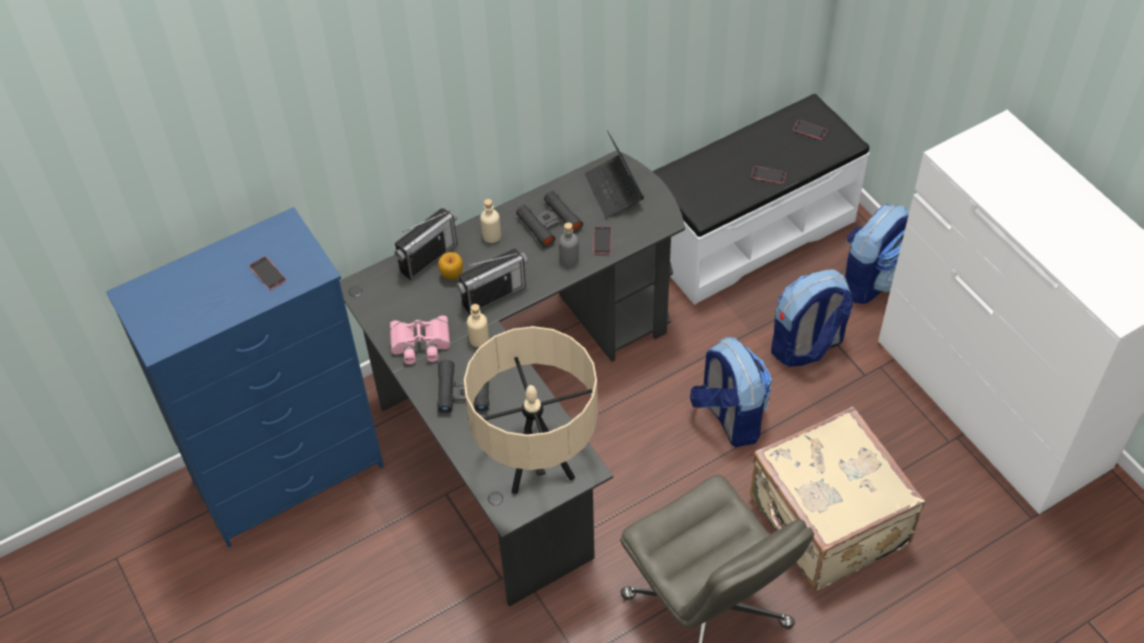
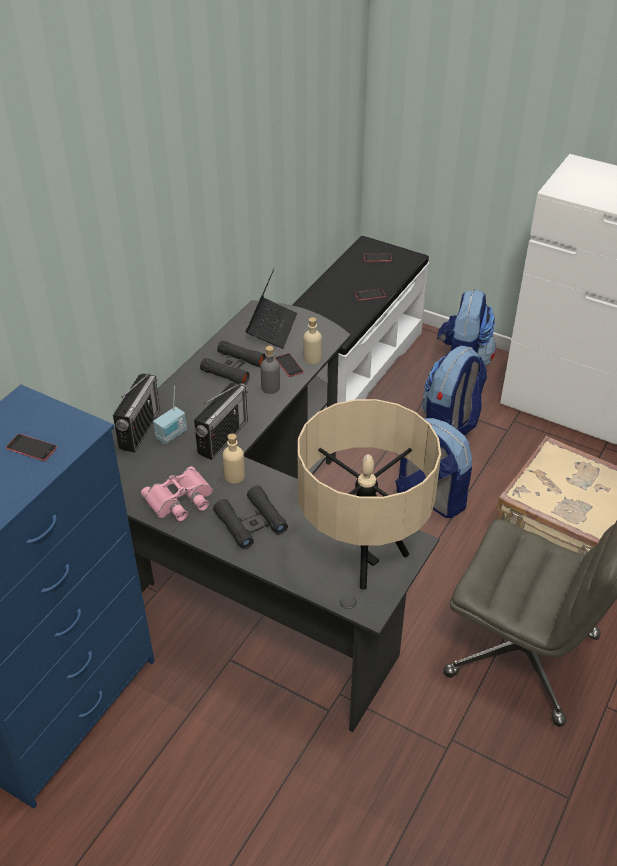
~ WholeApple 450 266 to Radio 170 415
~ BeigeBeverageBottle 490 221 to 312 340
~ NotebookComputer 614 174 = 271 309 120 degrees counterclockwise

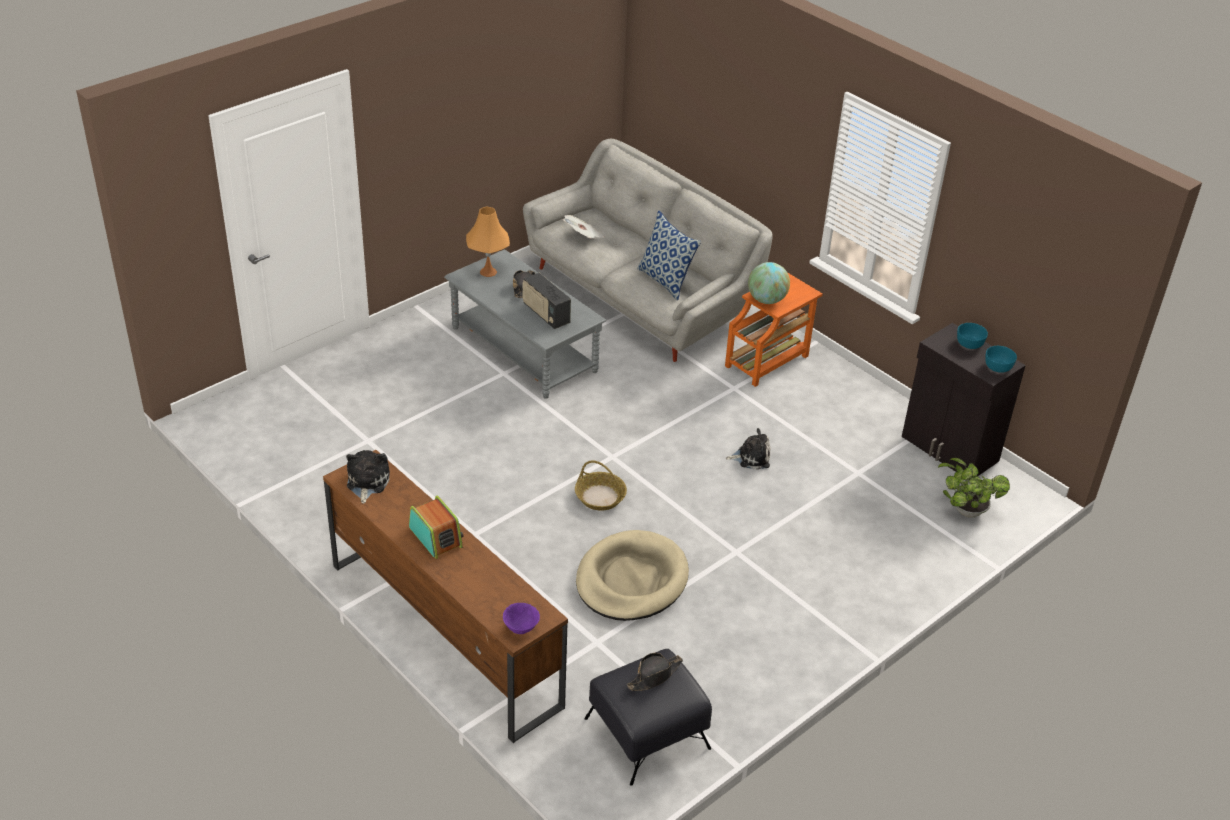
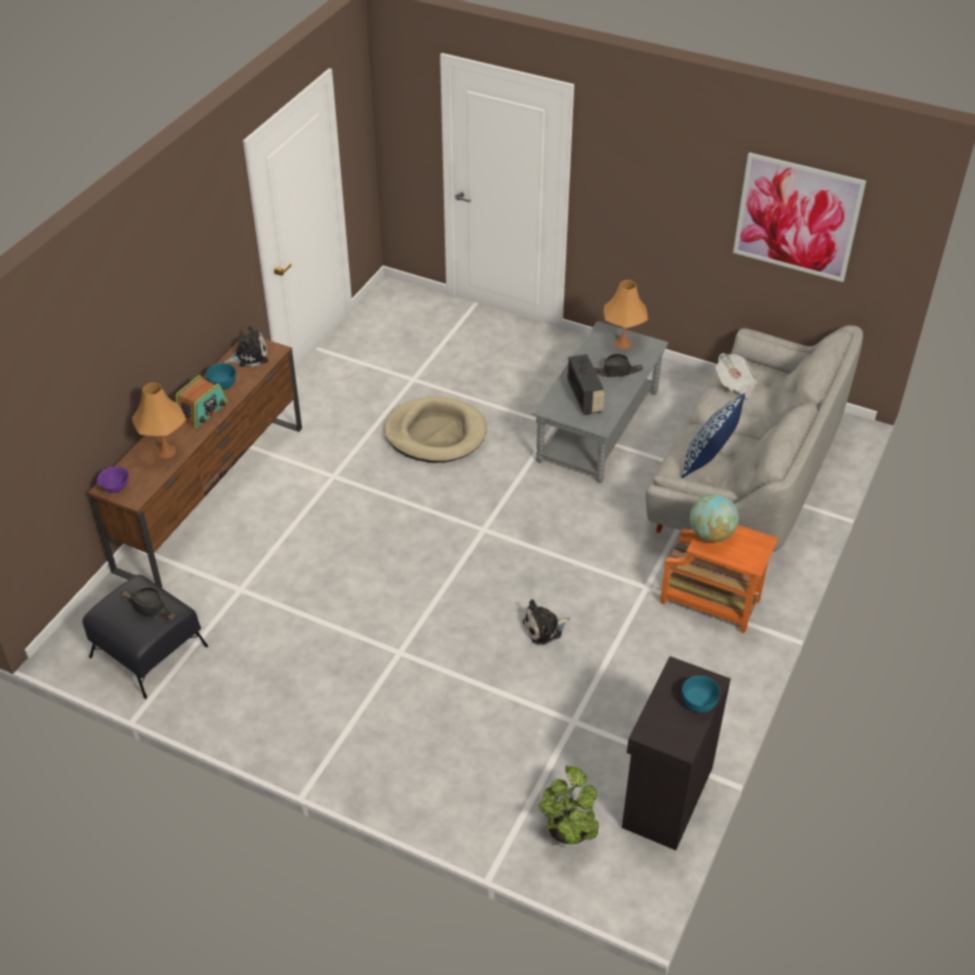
~ Radio 546 301 = 586 384 135 degrees clockwise
- Basket 601 485
~ BeigeDogCushion 632 575 to 435 429
~ PlushToy 747 449 = 546 622 90 degrees clockwise
~ TurquoiseDeepDish 1001 359 to 221 376
+ OrangeTabletopLamp 159 420
+ WallPicture 799 217

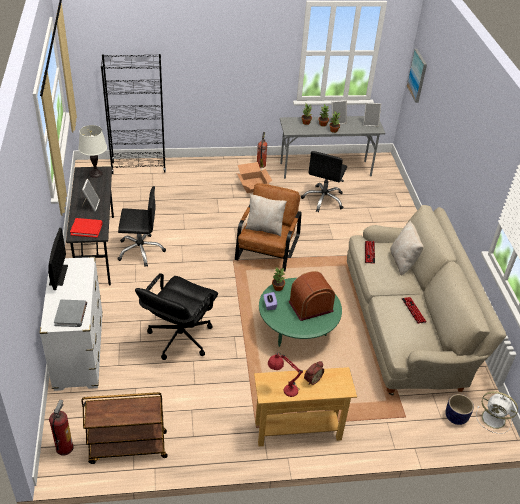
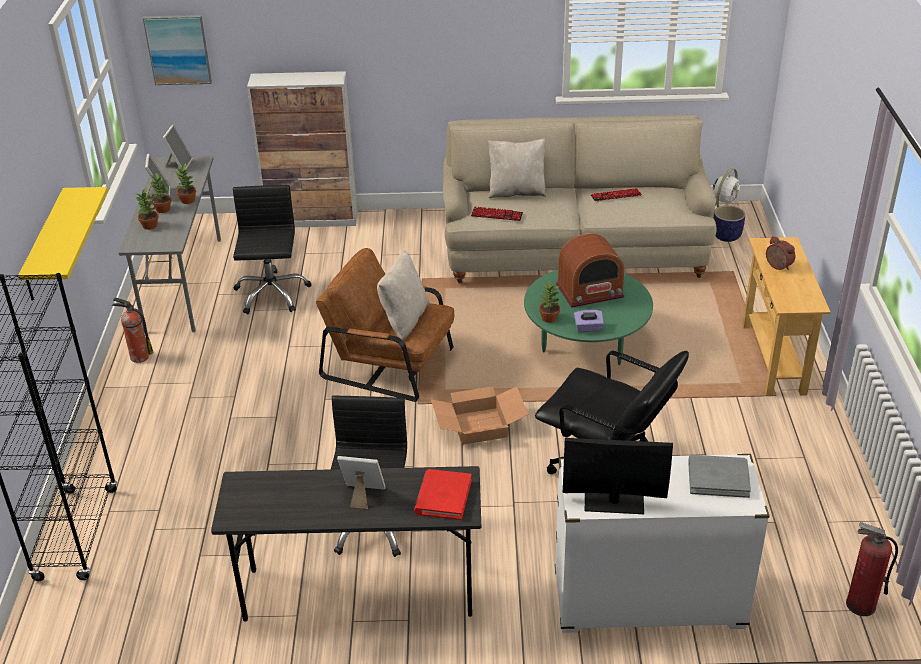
- WhiteColouredTabletopLamp 92 151
- BrownishWheeledCart 125 428
~ PackingBox 254 177 to 480 415
- ReddishTabletopLamp 285 374
~ Radio 311 296 = 590 270 90 degrees counterclockwise
~ BlackDeskChair 324 182 = 272 249 120 degrees counterclockwise
+ YellowColouredShelf 63 244
+ Cabinet 302 149

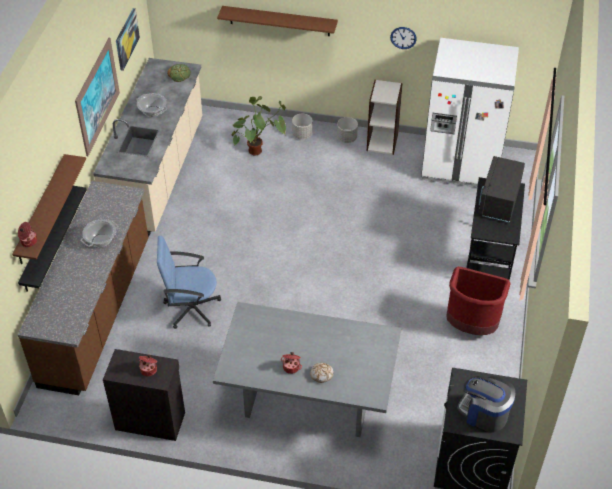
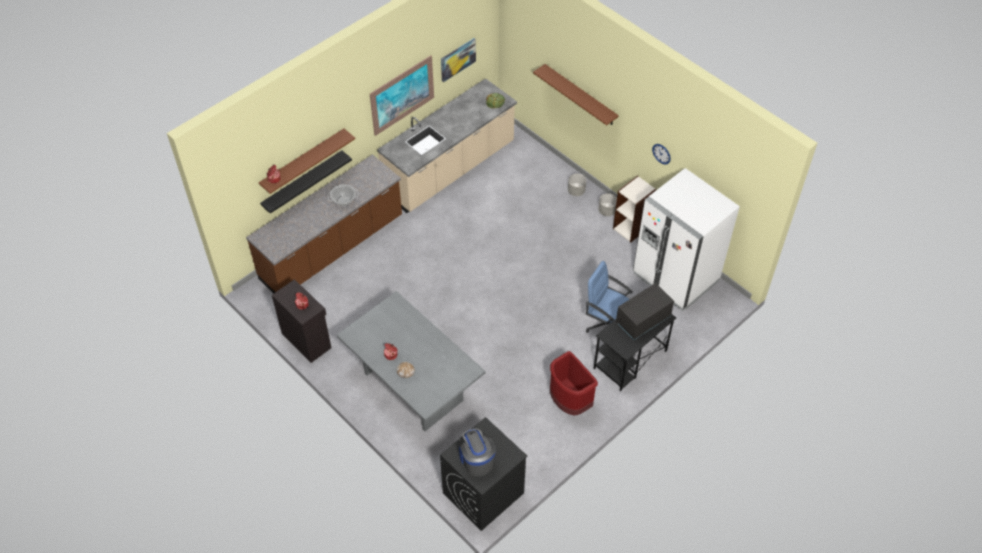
- Saucepot 151 105
~ BlueColouredDeskChair 189 282 to 609 297
- Houseplant 258 125

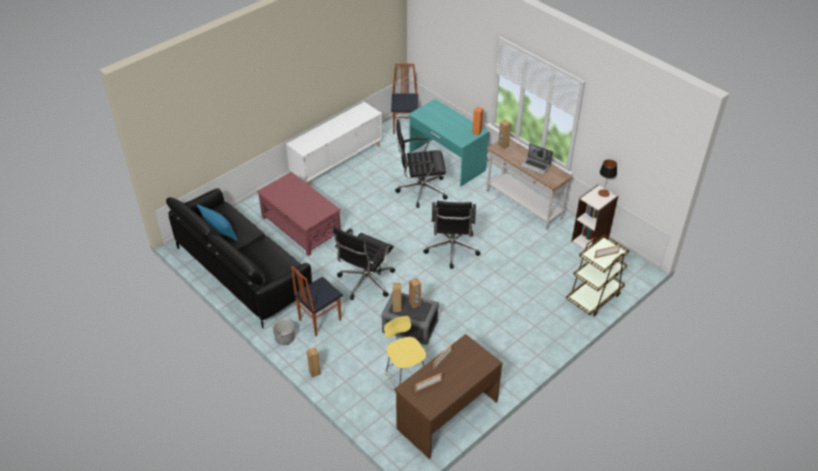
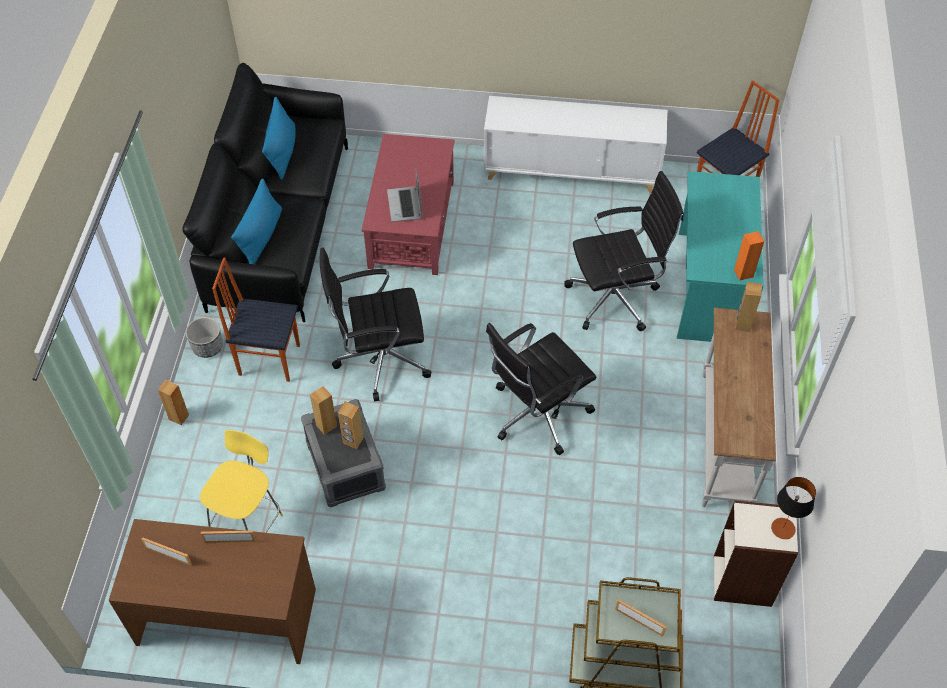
~ BlackDeskChair 421 163 = 624 251 120 degrees clockwise
~ NotebookComputer 536 159 to 404 194
+ BlueColouredThrowPillow 256 221

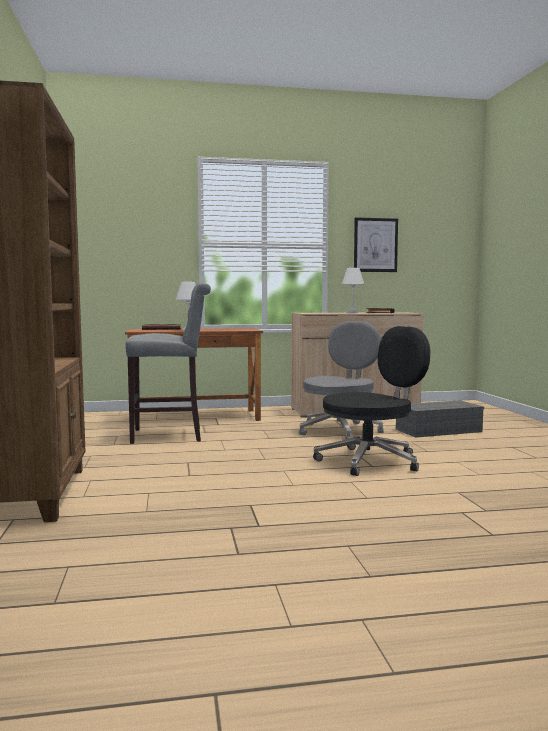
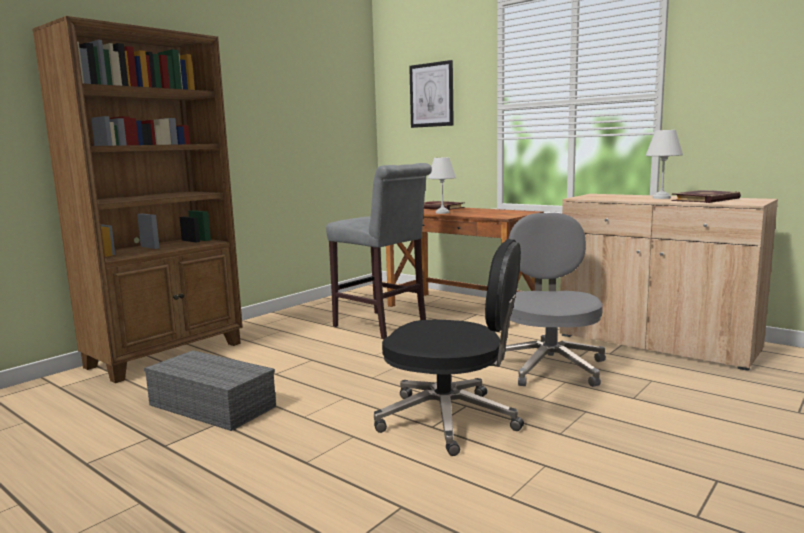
~ GreyDeskChair 341 380 = 551 300 75 degrees counterclockwise
~ WallPicture 376 244 to 431 94
~ GreyStorageBin 440 419 to 210 390

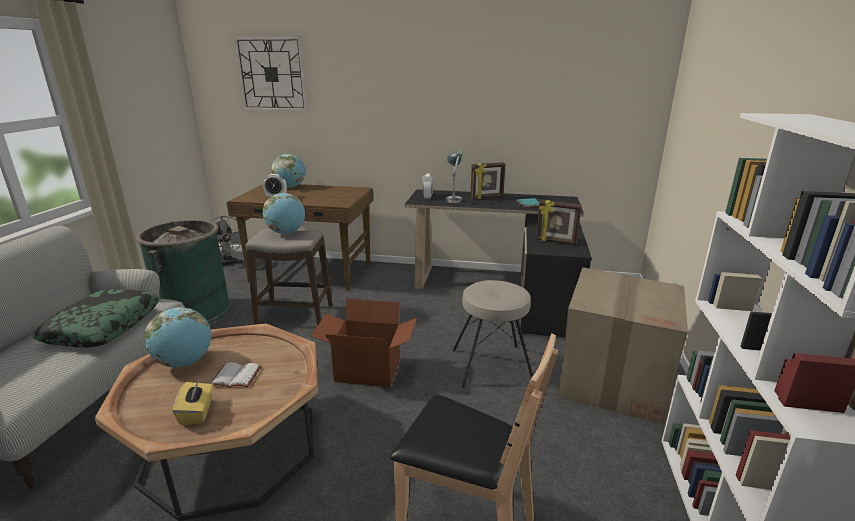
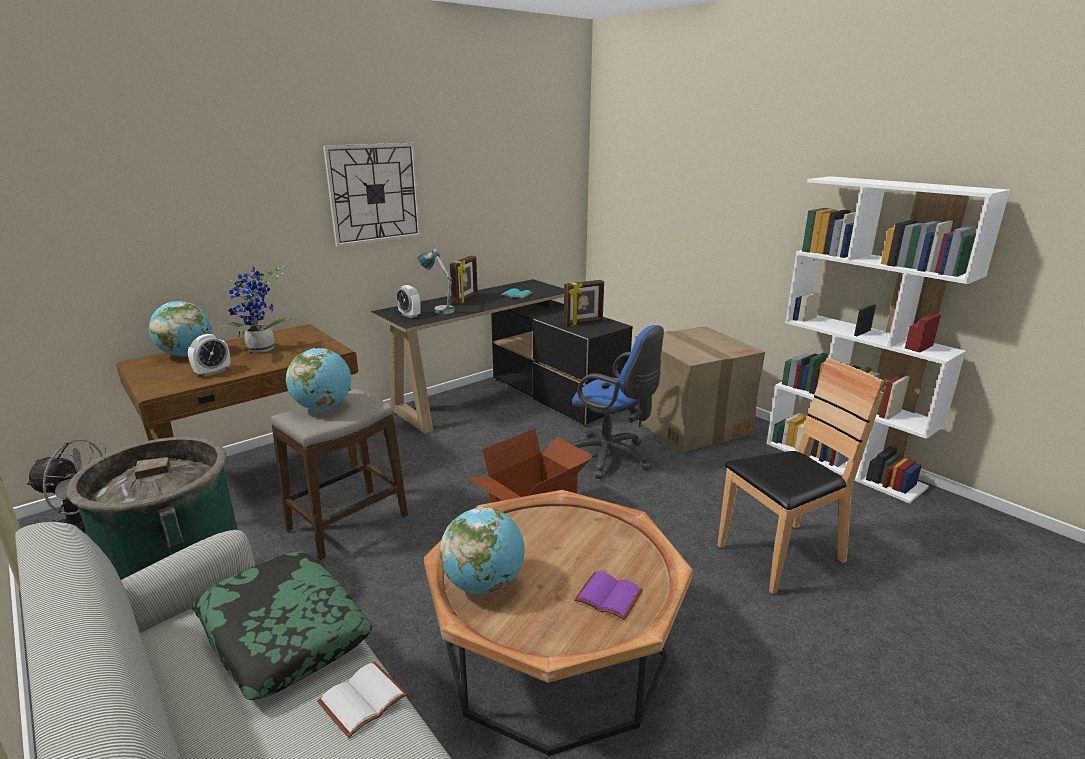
~ YellowColouredTissueBox 193 402 to PurpleVolume 608 595
~ WhiteColouredVolume 235 374 to 362 700
~ HangingClock 271 73 to 372 195
~ BeigeStool 492 334 to BlueColouredDeskChair 617 402
+ Houseplant 262 309

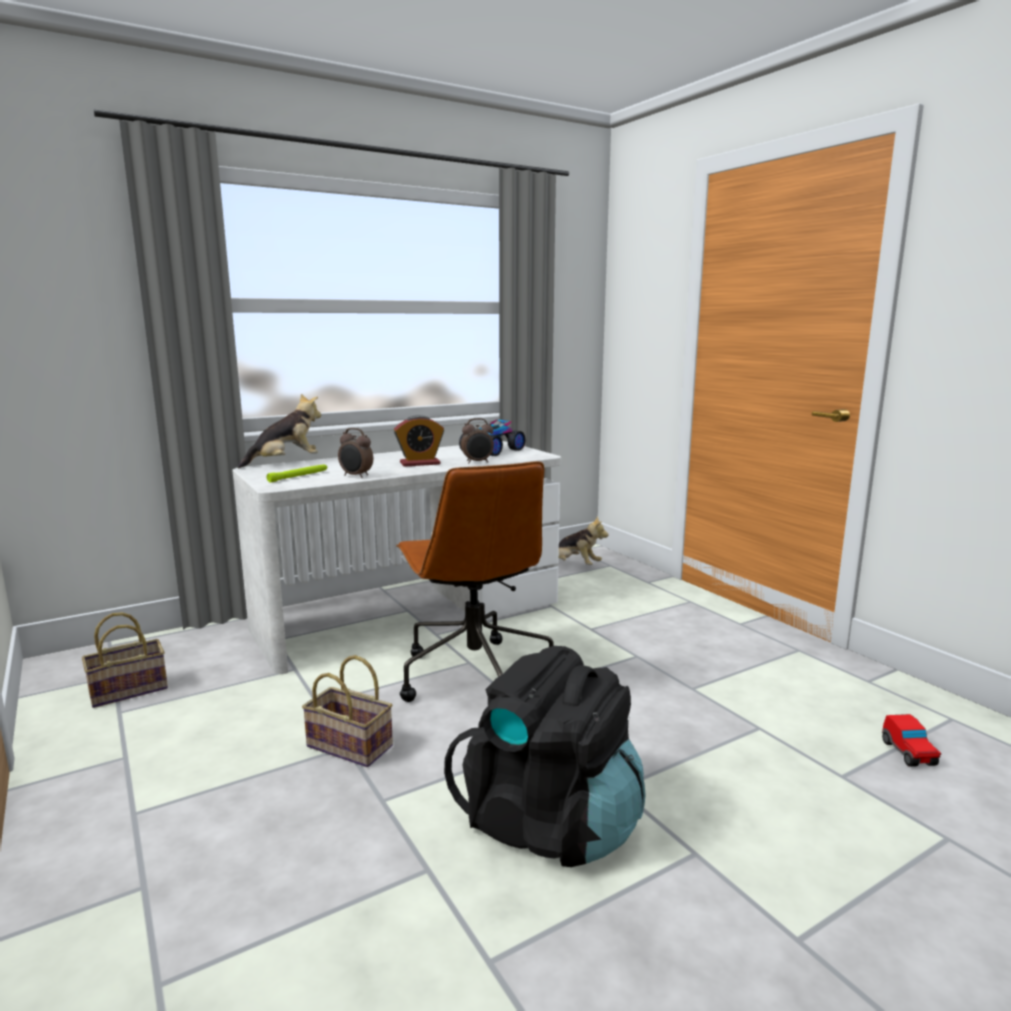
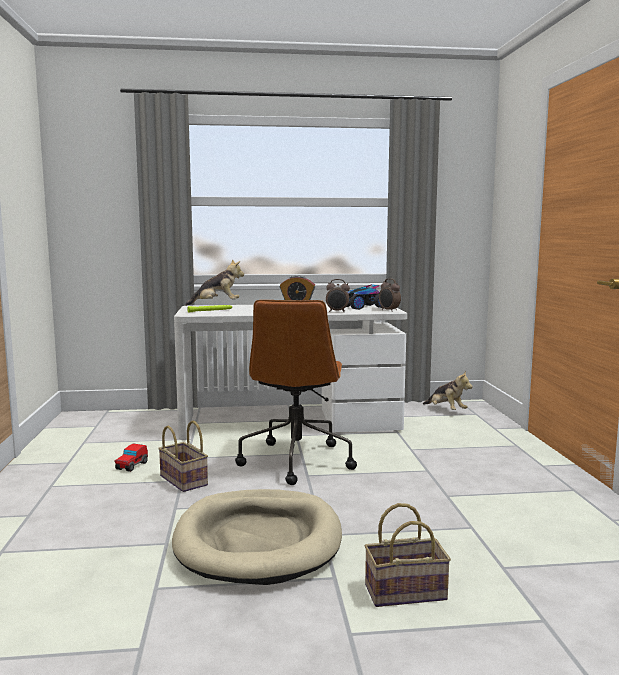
~ Basket 125 660 to 408 555
~ BedsideClock 355 453 to 390 295
~ BlackBackpack 545 756 to BeigeDogCushion 257 537
~ MiniatureCar 911 740 to 131 457

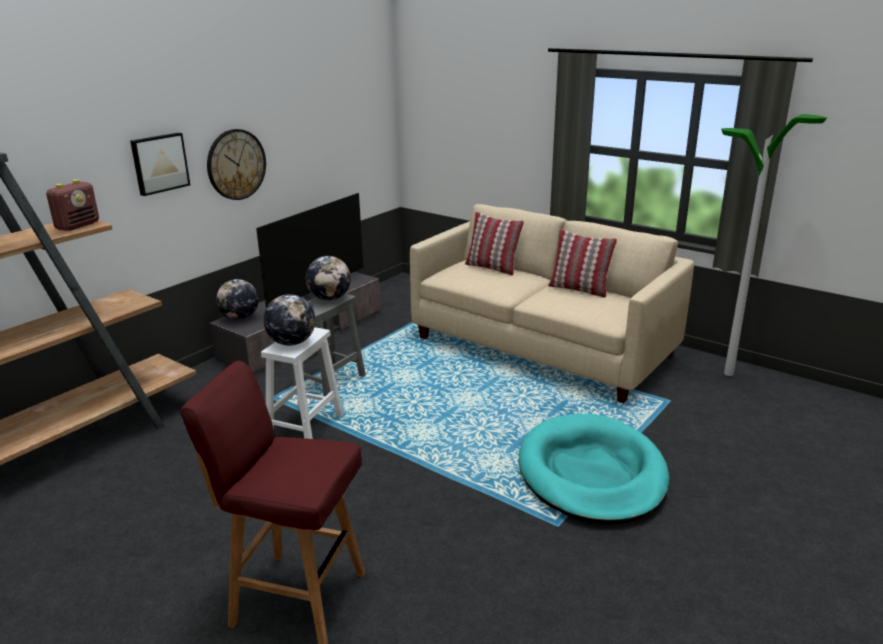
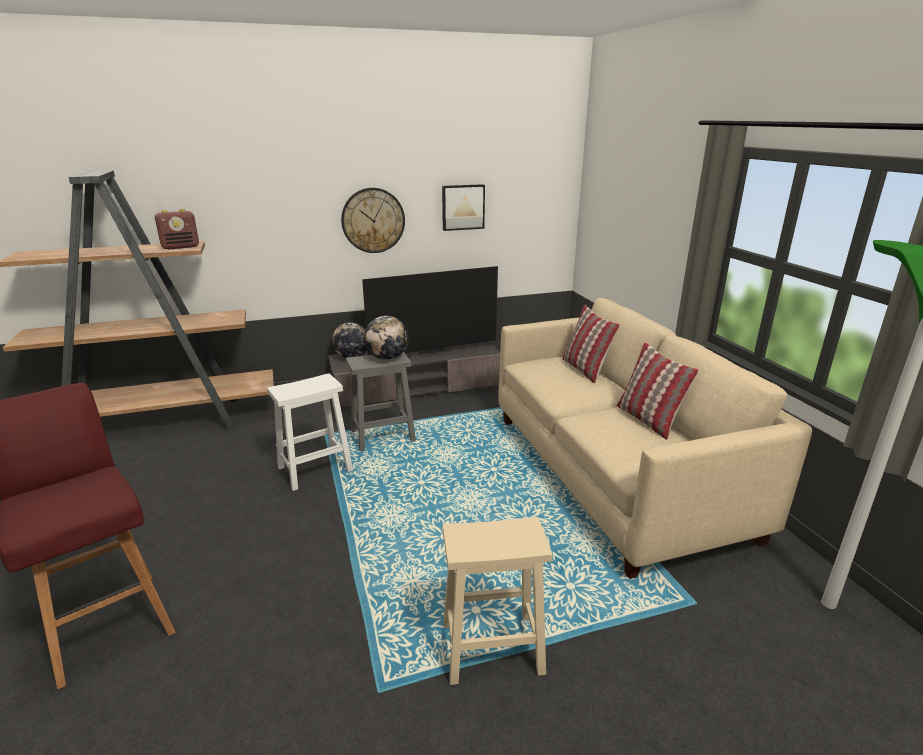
~ WallPicture 160 164 to 463 207
- DeskGlobe 289 320
~ TurquoiseDogCushion 594 468 to BeigeStool 497 601

